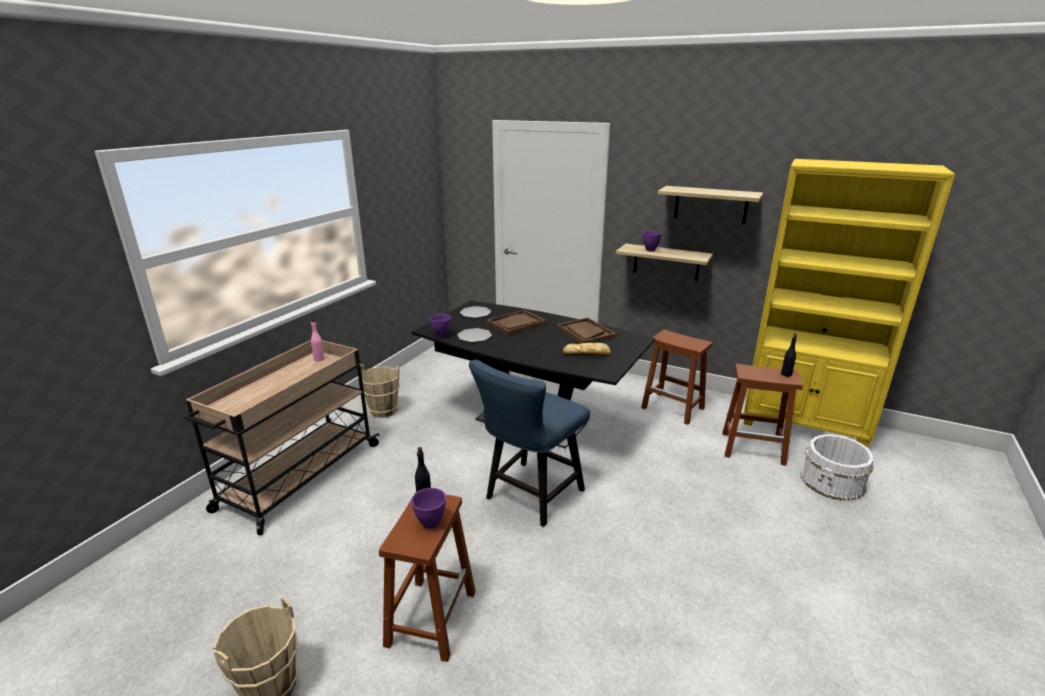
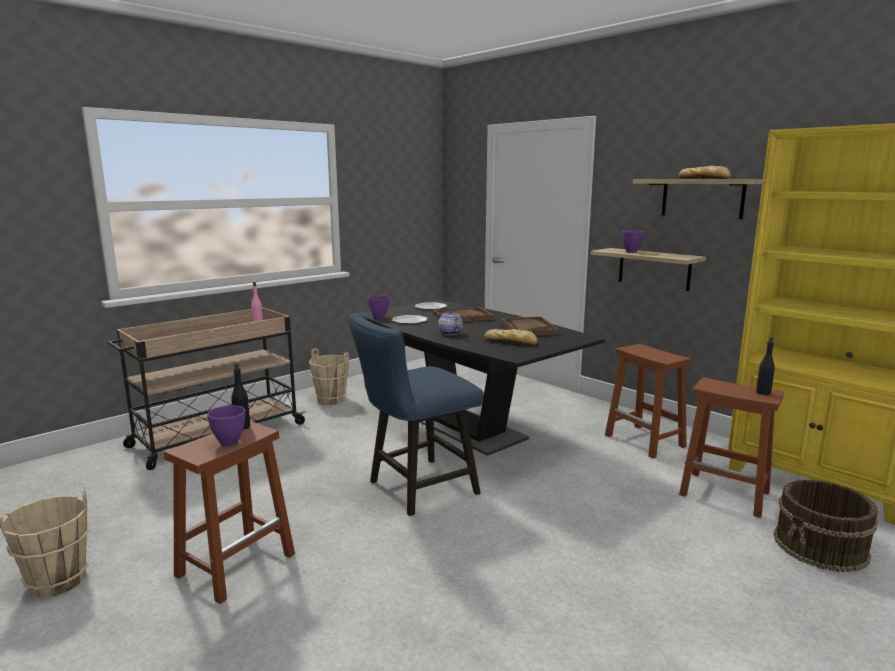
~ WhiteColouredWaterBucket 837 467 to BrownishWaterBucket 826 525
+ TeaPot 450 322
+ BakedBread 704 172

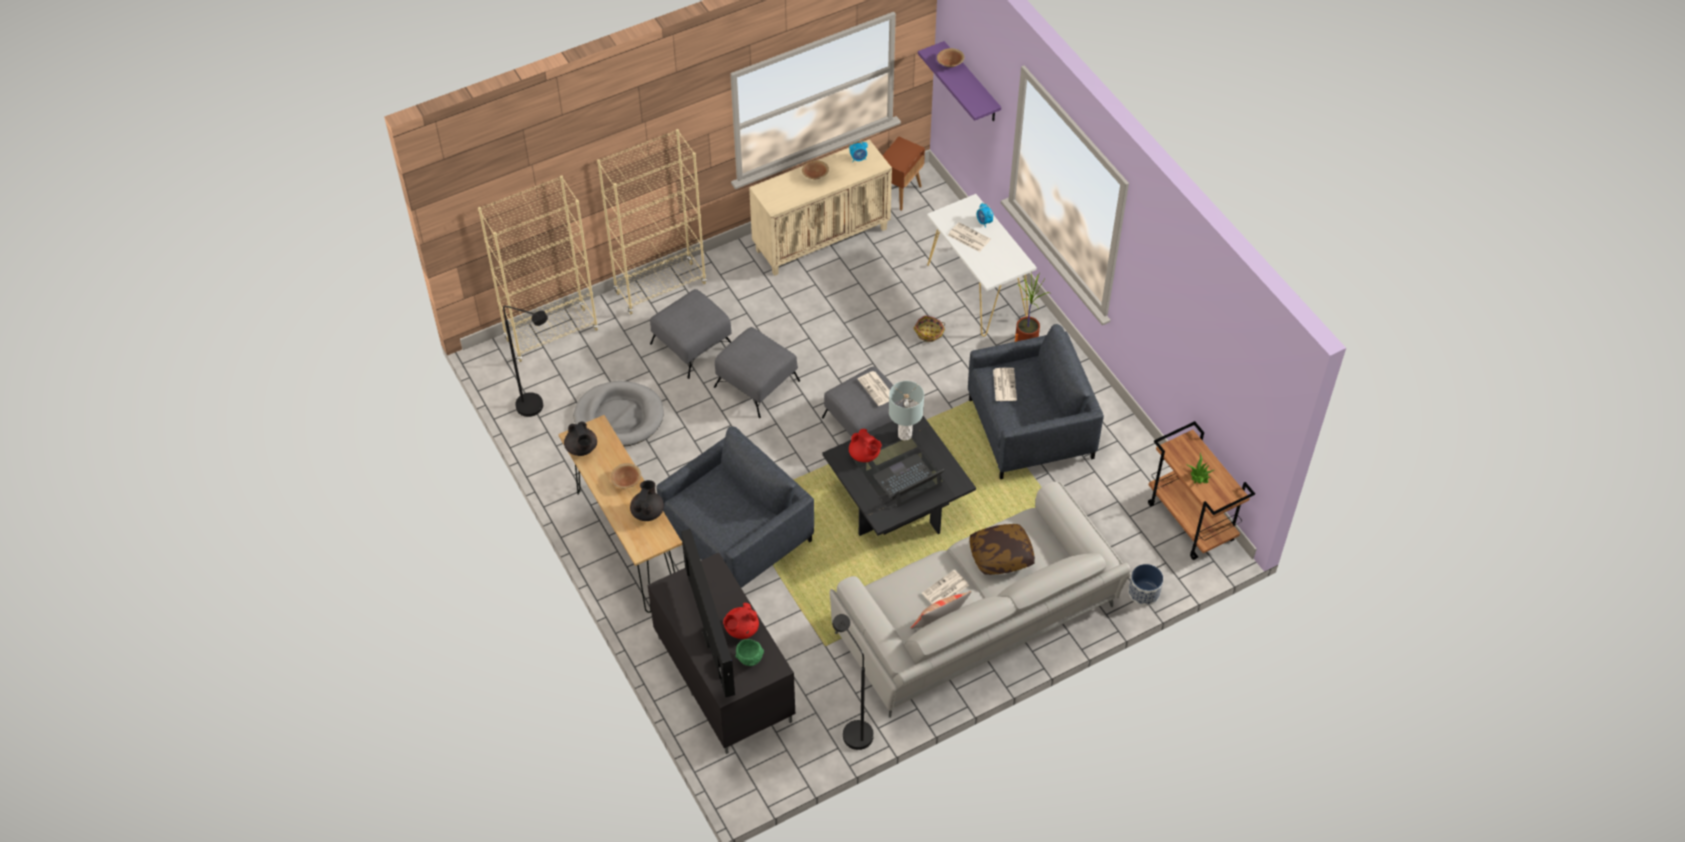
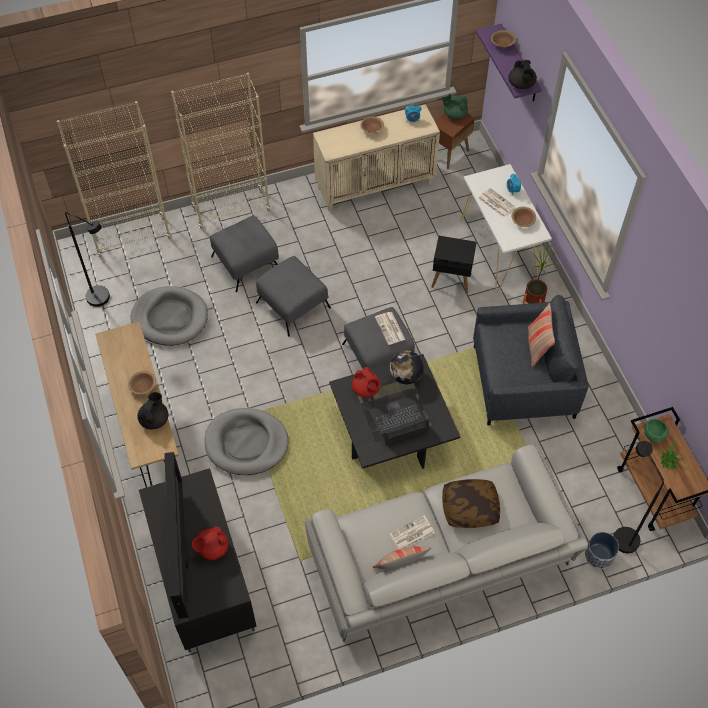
~ BlackTeaPot 580 439 to 522 74
~ GreyArmchair 735 507 to GreyDogCushion 246 441
~ GreenColouredDeepDish 749 652 to 656 431
~ BlackStandingLamp 853 682 to 638 497
~ GreyTabletopLamp 906 411 to DeskGlobe 407 367
~ Basket 929 328 to BlackSideTable 453 265
- PrintedPaper 1005 384
+ GreenColouredTeaPot 455 106
+ BrownishDeepDish 524 217
+ ThrowPillow 541 335

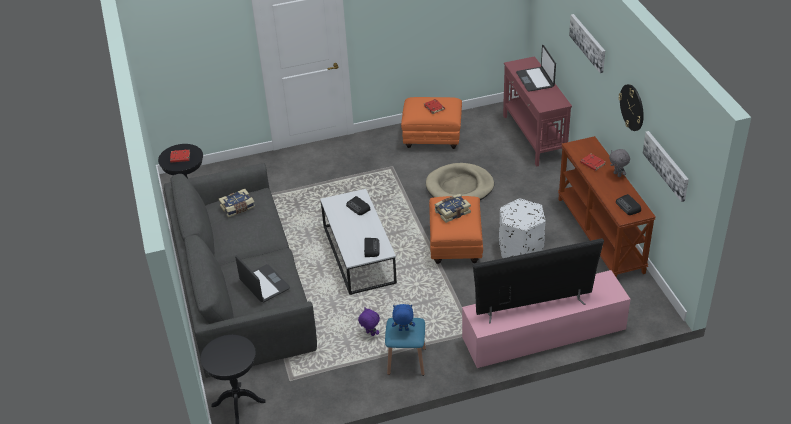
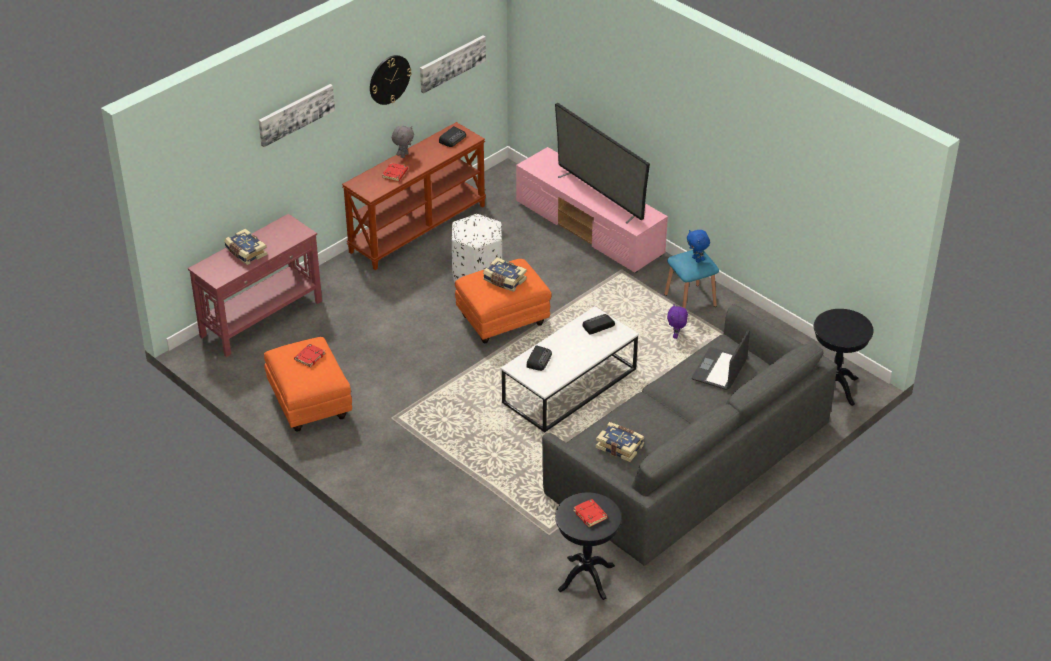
- BeigeDogCushion 460 181
~ NotebookComputer 536 68 to Volume 246 247

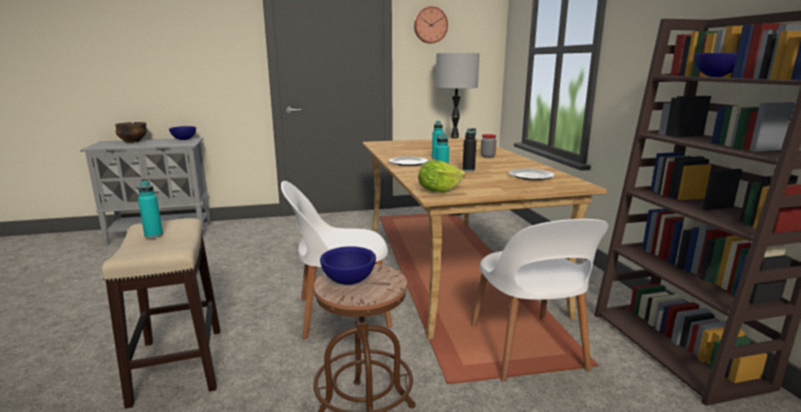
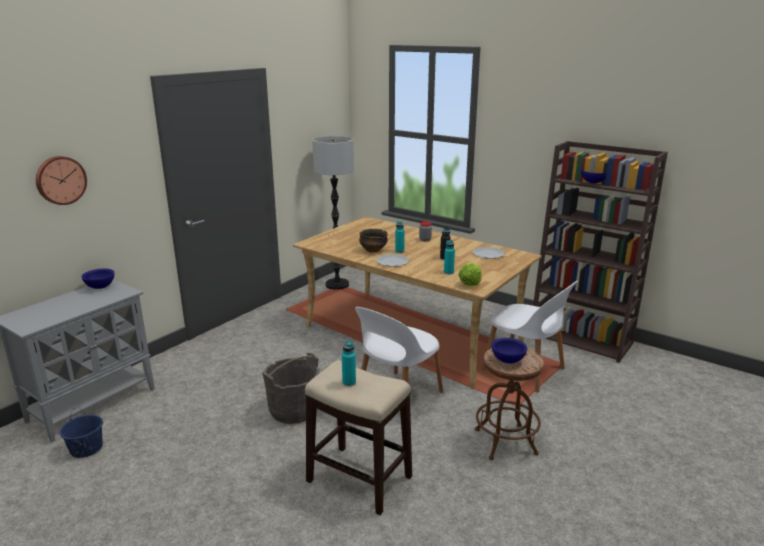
~ DeepDish 131 132 to 373 241
~ HangingClock 431 24 to 61 180
+ BlueColouredWaterBucket 81 432
+ GreyWaterBucket 290 388

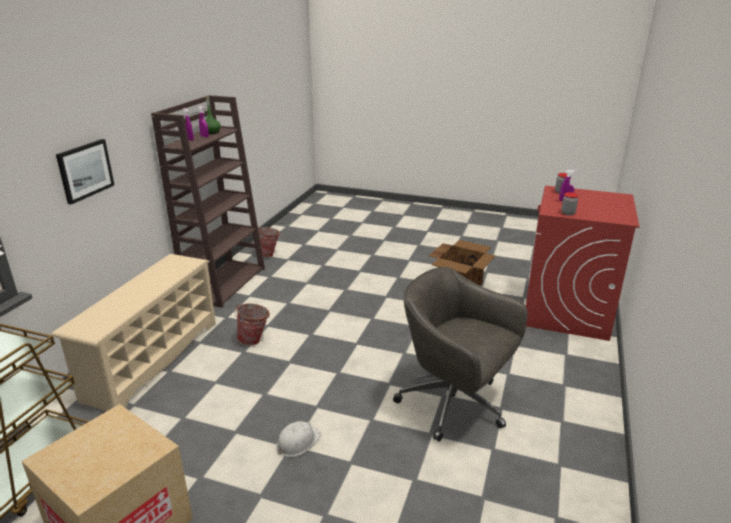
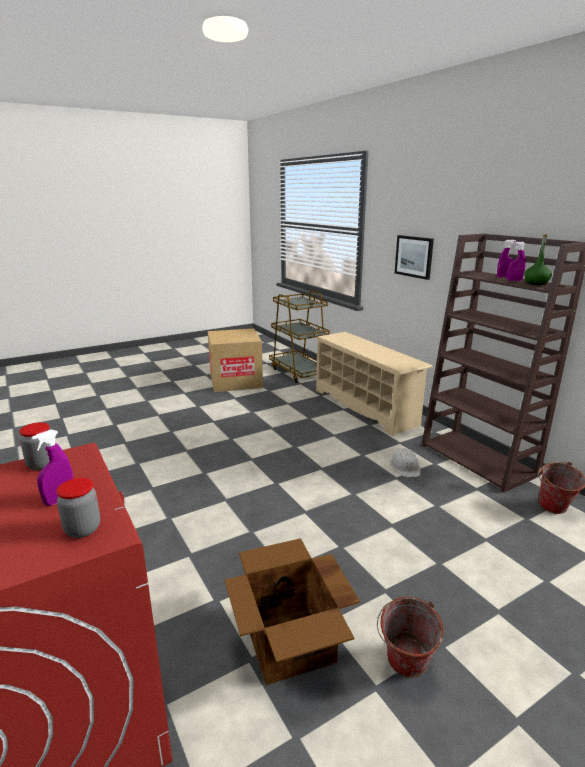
~ WaterBucket 252 324 to 410 637
~ WhiteColouredWorkHelmet 299 439 to 405 462
- GreyDeskChair 460 354

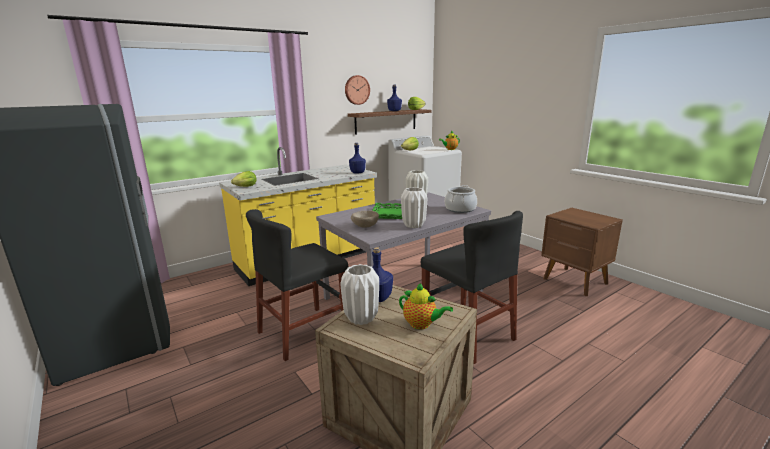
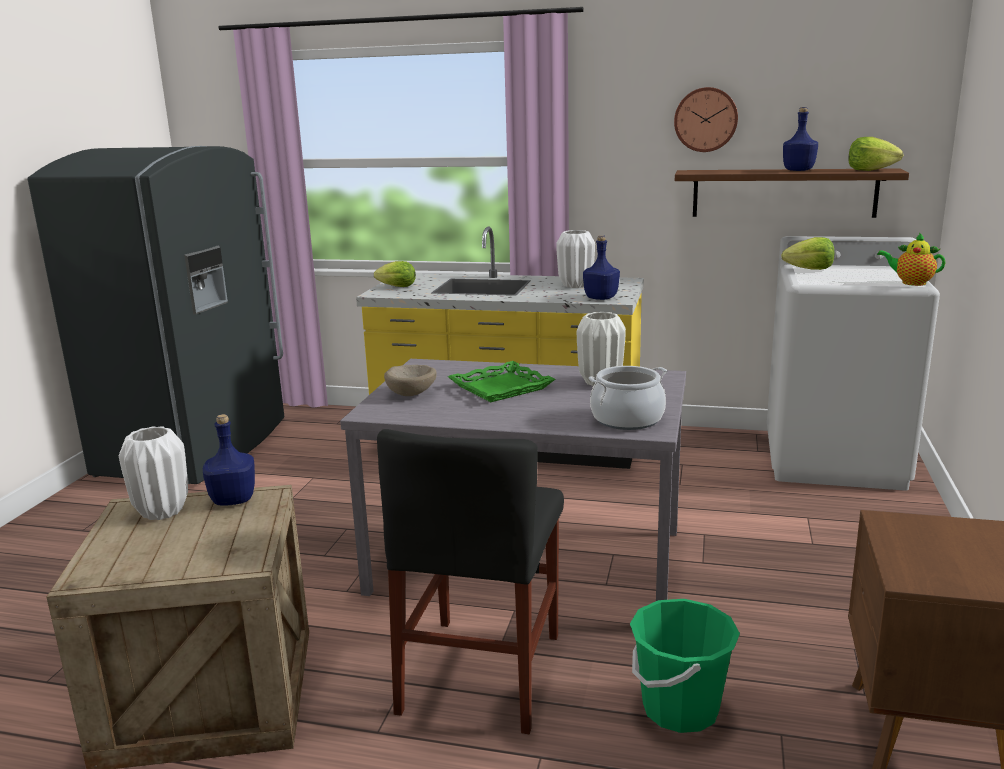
- BlackUprightChair 297 285
- TeaPot 426 306
~ WhiteColouredFlowerVase 414 207 to 575 259
+ GreenColouredWaterBucket 685 666

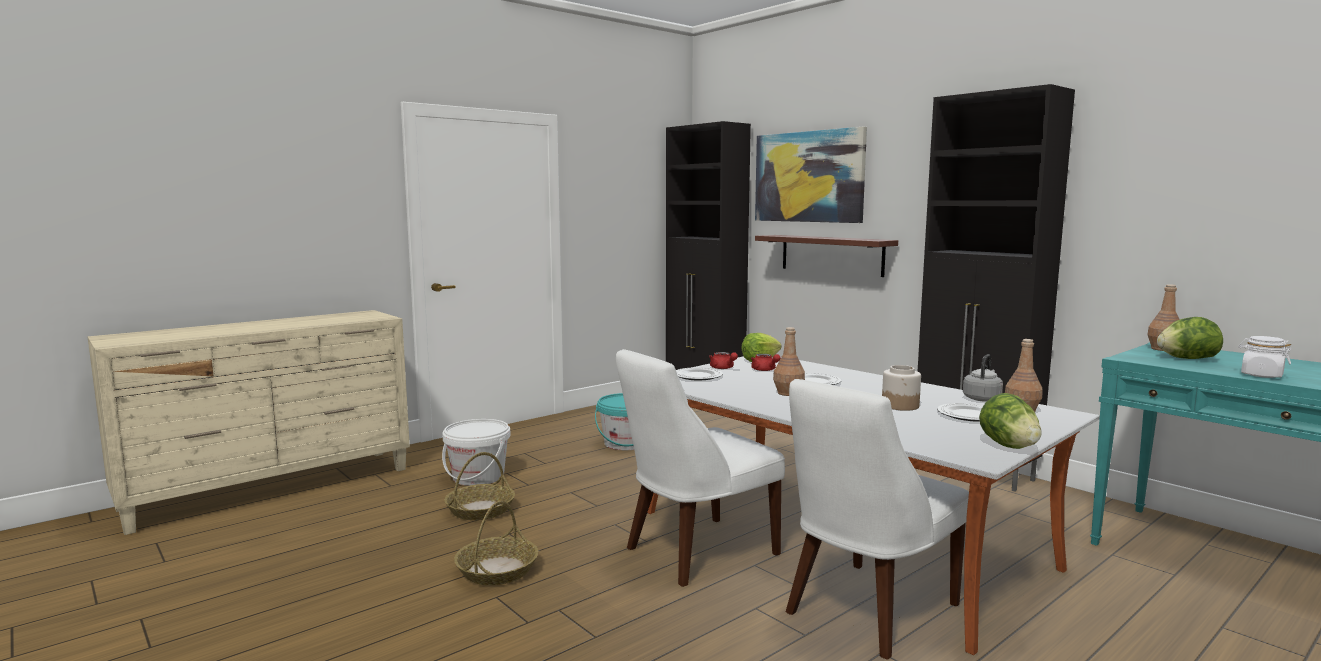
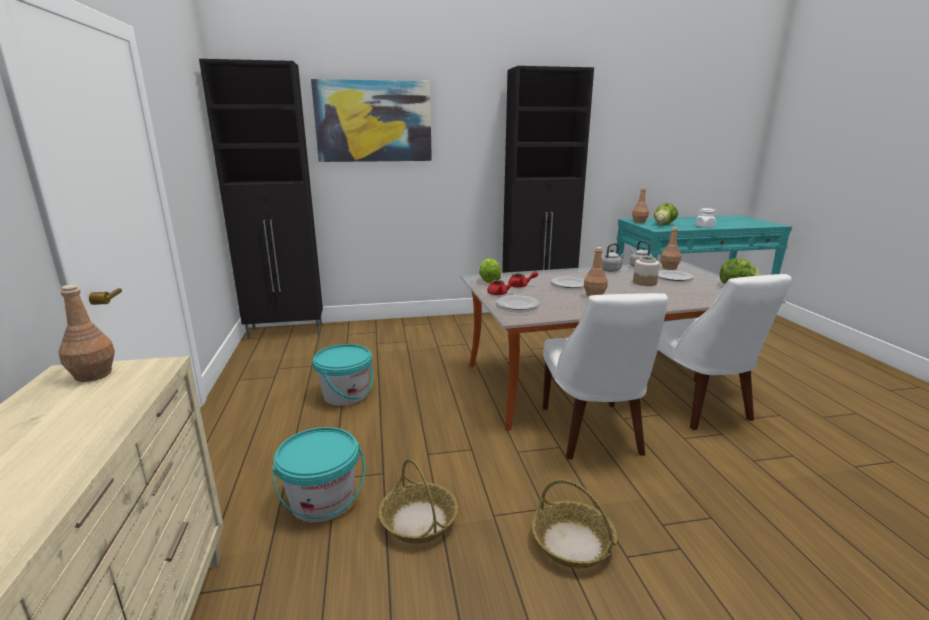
~ WhiteColouredWaterBucket 476 452 to TurquoiseWaterBucket 319 475
- Shelf 826 256
+ BrownishBeverageBottle 86 333
+ GreyKettle 613 257

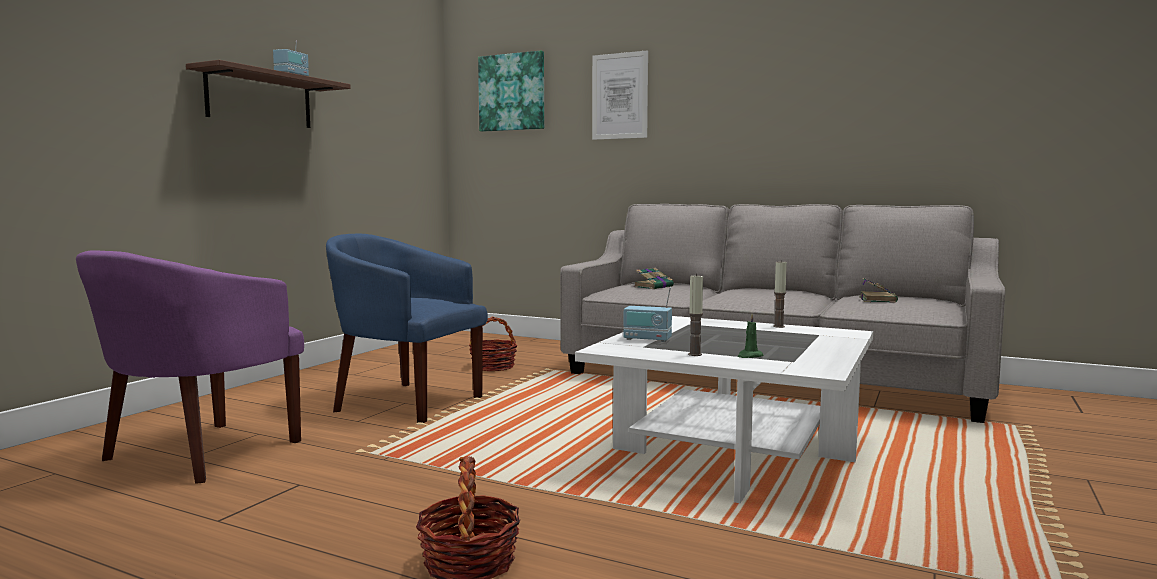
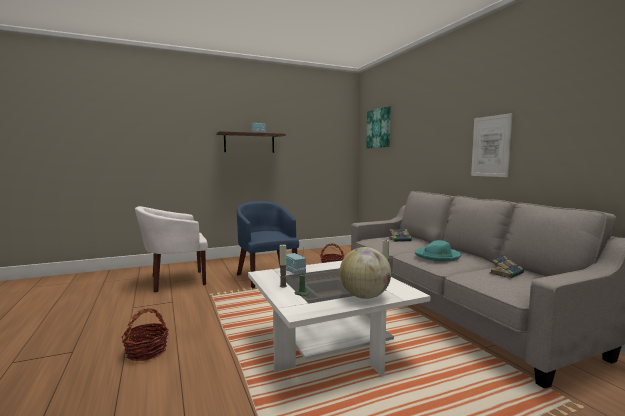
~ PurpleArmchair 190 367 to WhiteColouredArmchair 171 249
~ WallPicture 620 95 to 492 145
+ DeskGlobe 365 273
+ TurquoiseClothingHat 438 251

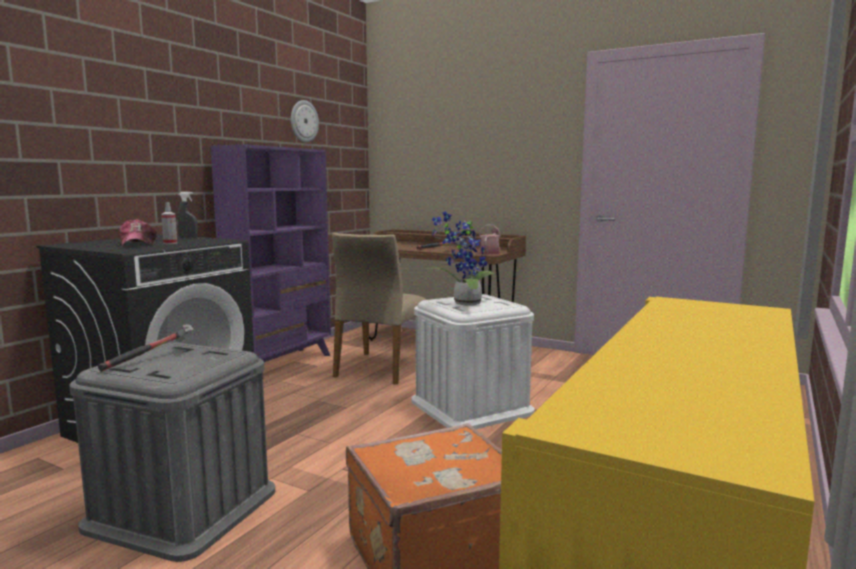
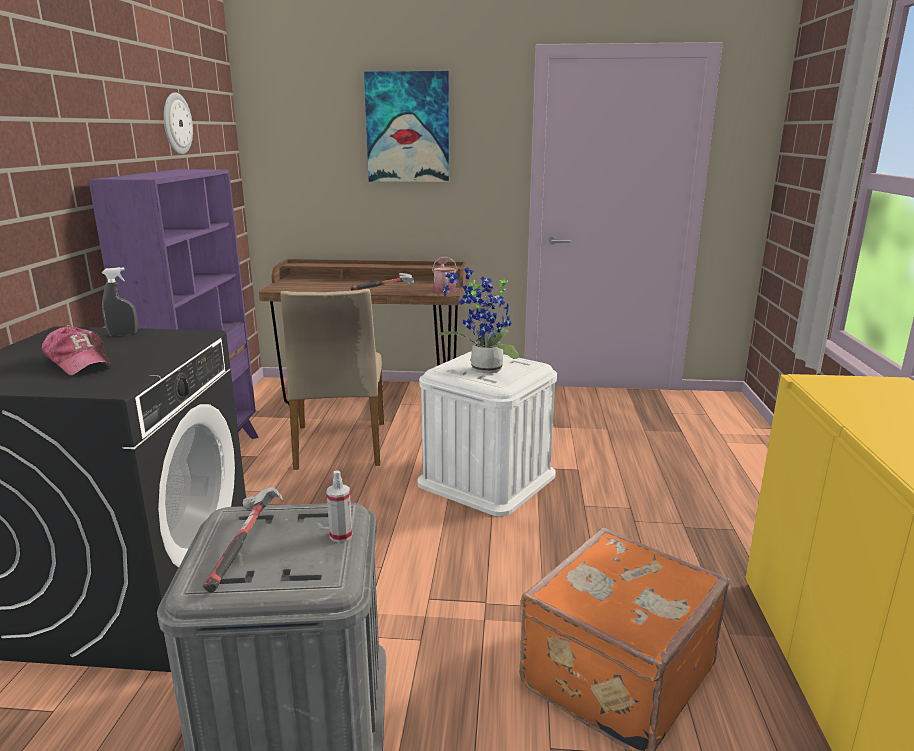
~ HandSprayer 169 223 to 339 506
+ WallPicture 406 126

